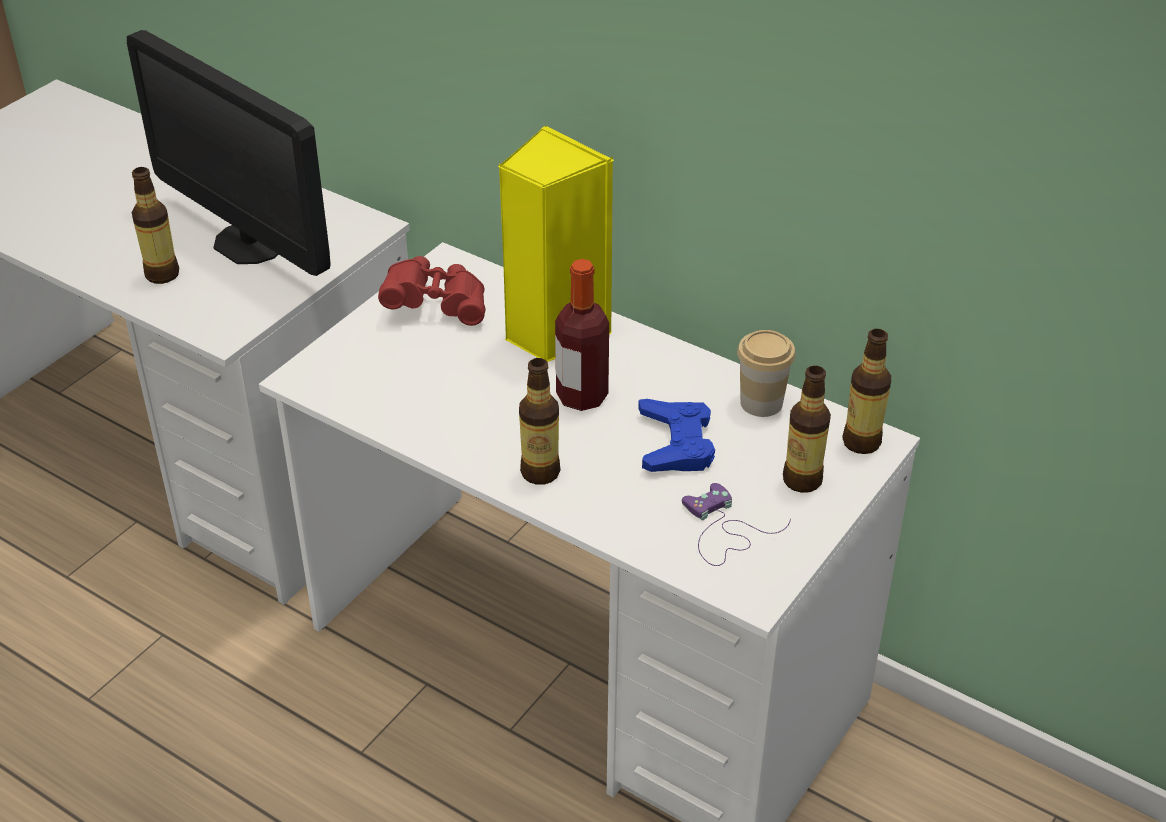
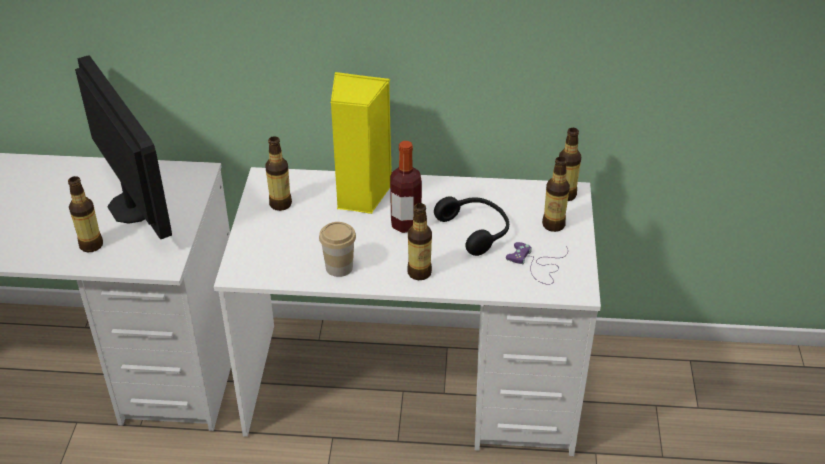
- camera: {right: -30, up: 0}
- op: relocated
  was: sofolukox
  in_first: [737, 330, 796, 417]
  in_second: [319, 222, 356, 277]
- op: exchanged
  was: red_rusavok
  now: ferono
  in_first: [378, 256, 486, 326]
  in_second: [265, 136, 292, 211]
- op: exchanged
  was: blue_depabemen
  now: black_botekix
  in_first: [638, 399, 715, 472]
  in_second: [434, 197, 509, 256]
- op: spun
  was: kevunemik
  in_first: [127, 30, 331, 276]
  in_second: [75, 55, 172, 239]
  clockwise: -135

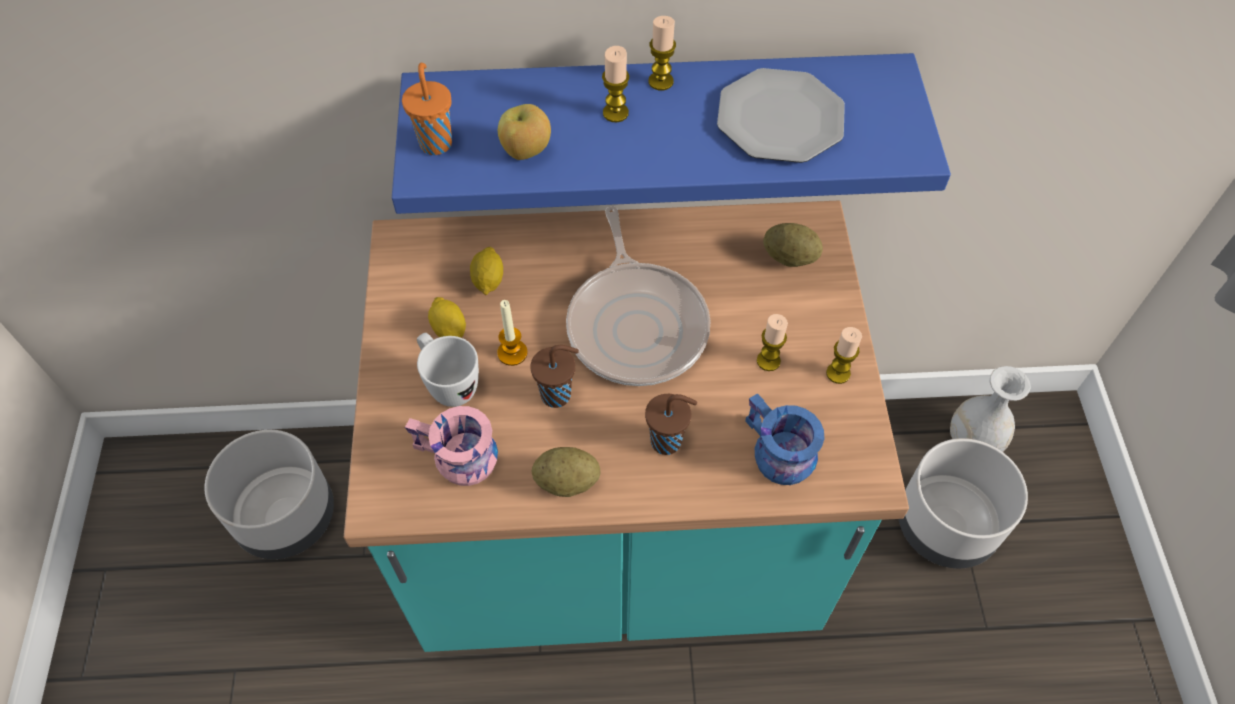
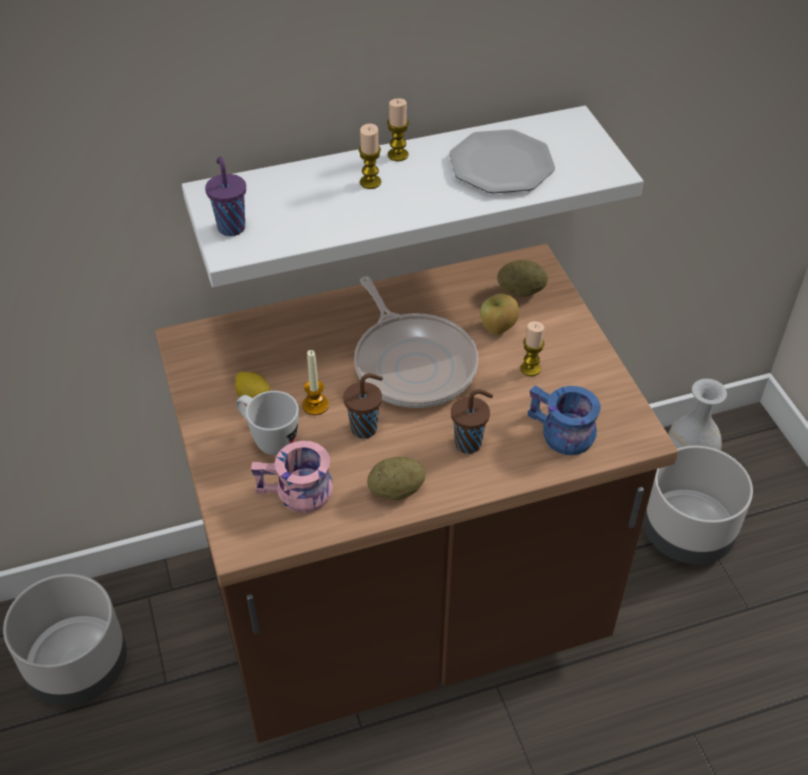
- camera: {right: -15, up: -10}
- op: missing
  was: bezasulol
  in_first: [470, 246, 503, 295]
- op: missing
  was: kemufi
  in_first: [826, 327, 862, 384]
- op: relocated
  was: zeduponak
  in_first: [498, 104, 551, 160]
  in_second: [480, 294, 519, 335]
- op: colour
  was: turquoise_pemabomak
  now: brown_pemabomak
  in_first: [344, 200, 909, 652]
  in_second: [155, 244, 678, 743]
- op: colour
  was: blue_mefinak
  now: white_mefinak
  in_first: [392, 53, 951, 214]
  in_second: [182, 106, 644, 287]
- op: colour
  was: orange_sofolukox
  now: purple_sofolukox
  in_first: [402, 63, 452, 155]
  in_second: [205, 157, 246, 236]

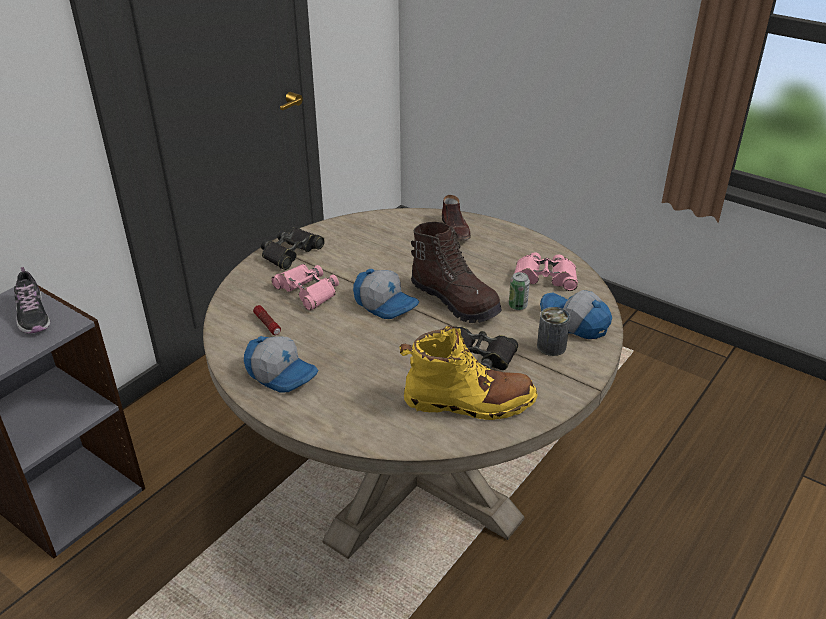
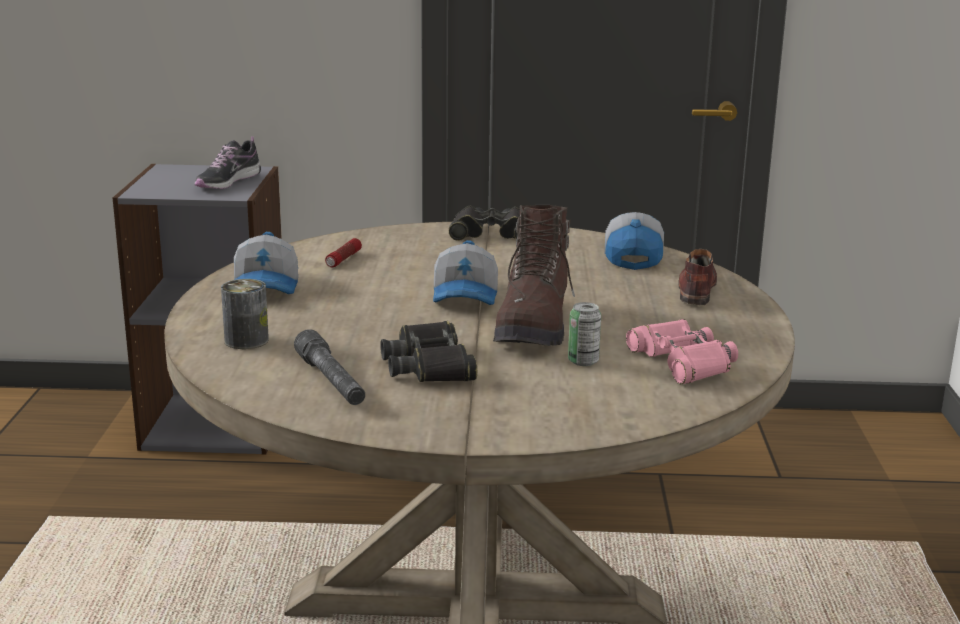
- camera: {right: 55, up: -15}
- op: missing
  was: pink_rusavok
  in_first: [271, 264, 339, 311]
- op: relocated
  was: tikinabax
  in_first: [537, 307, 570, 356]
  in_second: [221, 279, 269, 349]
- op: relocated
  was: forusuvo
  in_first: [540, 290, 612, 339]
  in_second: [605, 212, 664, 270]
- op: exchanged
  was: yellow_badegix
  now: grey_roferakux
  in_first: [399, 326, 538, 420]
  in_second: [294, 329, 365, 405]
- op: spun
  was: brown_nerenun
  in_first: [442, 195, 471, 241]
  in_second: [678, 249, 717, 305]
  clockwise: 150

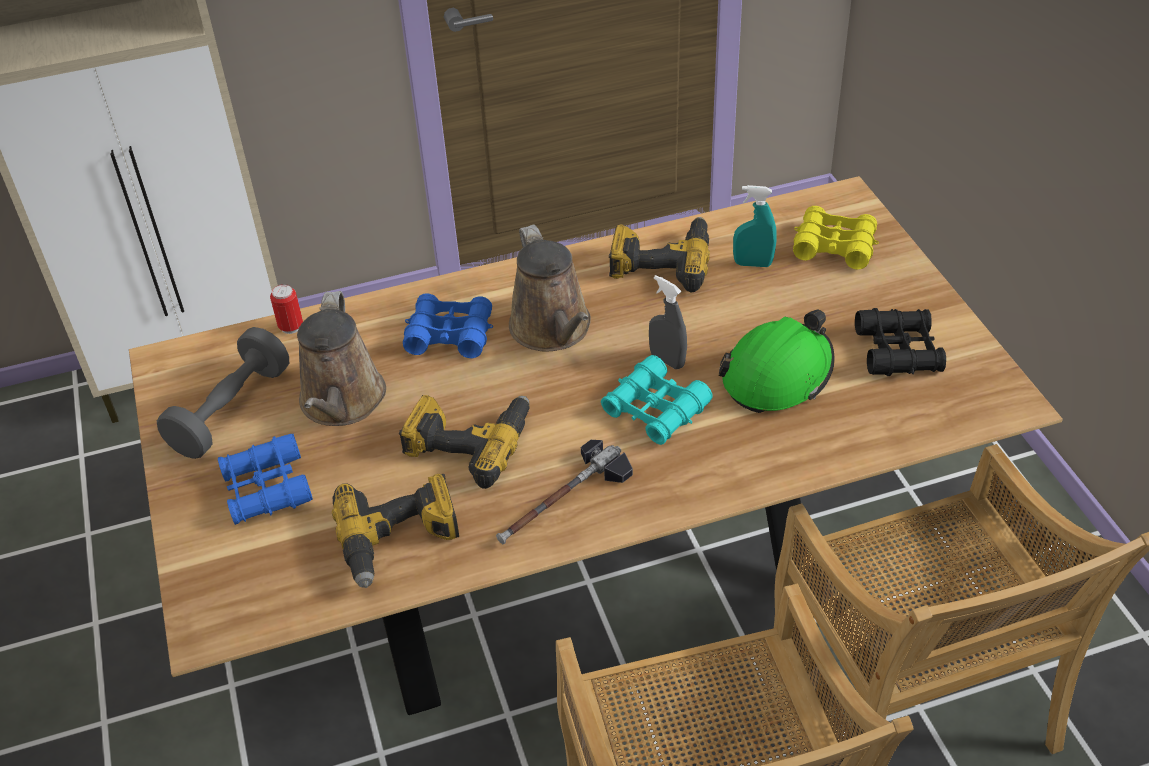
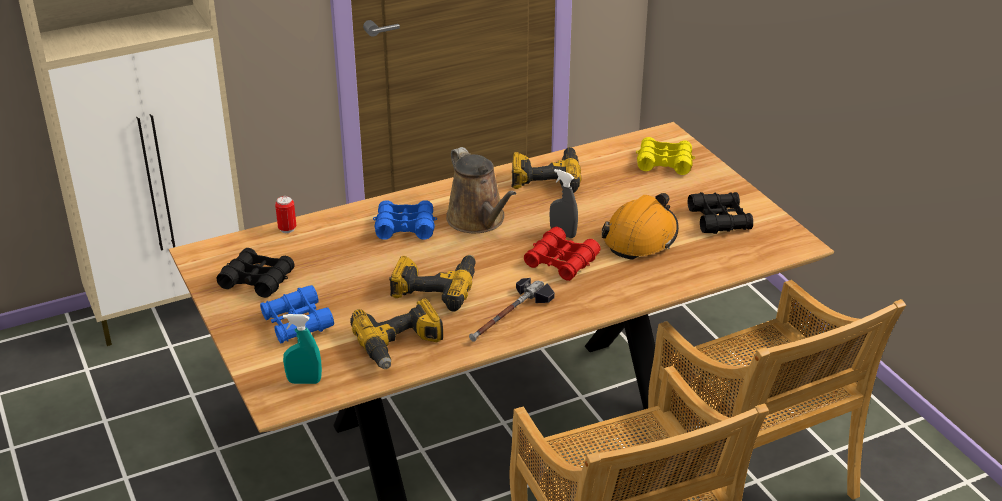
- camera: {right: -10, up: -10}
- op: missing
  was: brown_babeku
  in_first: [297, 291, 386, 426]
- op: relocated
  was: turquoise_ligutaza
  in_first: [733, 185, 777, 267]
  in_second: [283, 314, 322, 384]
- op: exchanged
  was: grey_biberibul
  now: black_rusavok
  in_first: [157, 327, 289, 459]
  in_second: [217, 248, 295, 298]
- op: colour
  was: turquoise_rusavok
  now: red_rusavok
  in_first: [601, 355, 713, 445]
  in_second: [524, 227, 600, 281]
- op: colour
  was: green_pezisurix
  now: orange_pezisurix
  in_first: [719, 309, 835, 413]
  in_second: [602, 193, 679, 260]

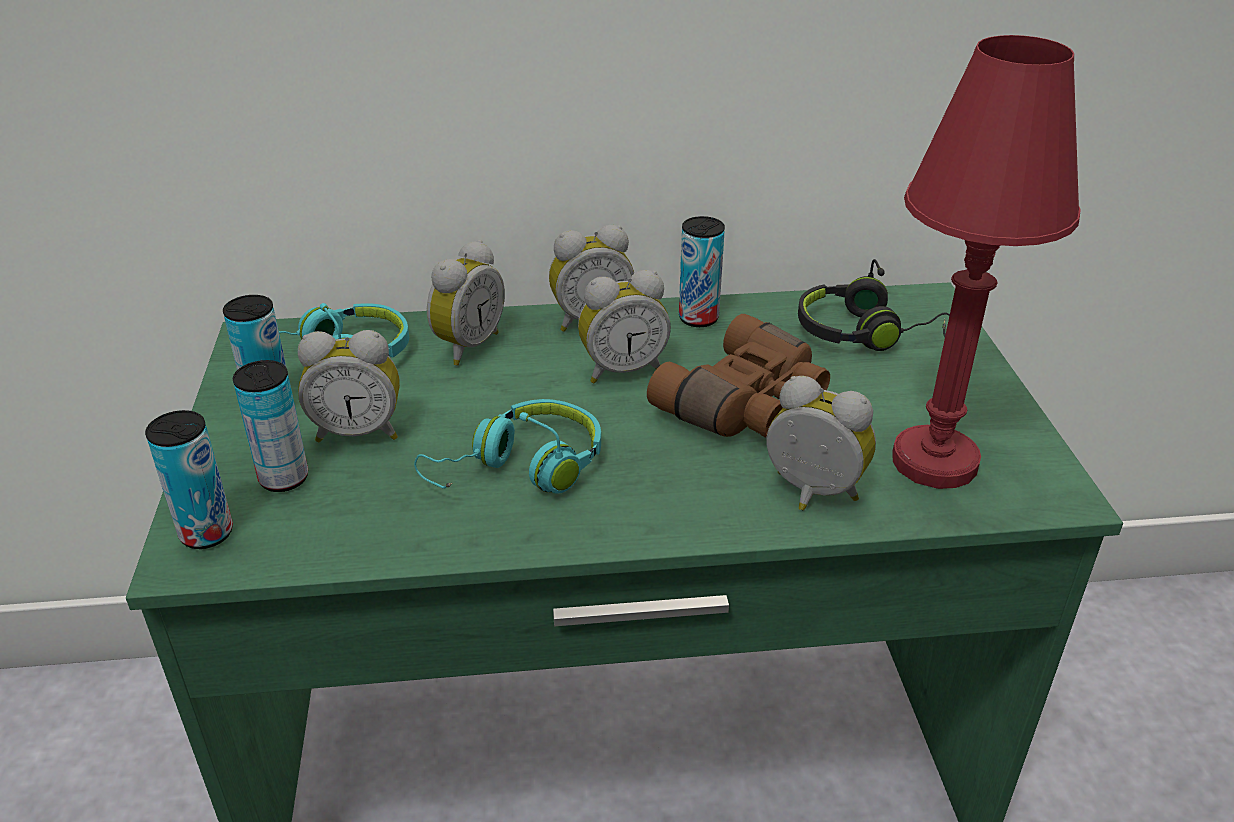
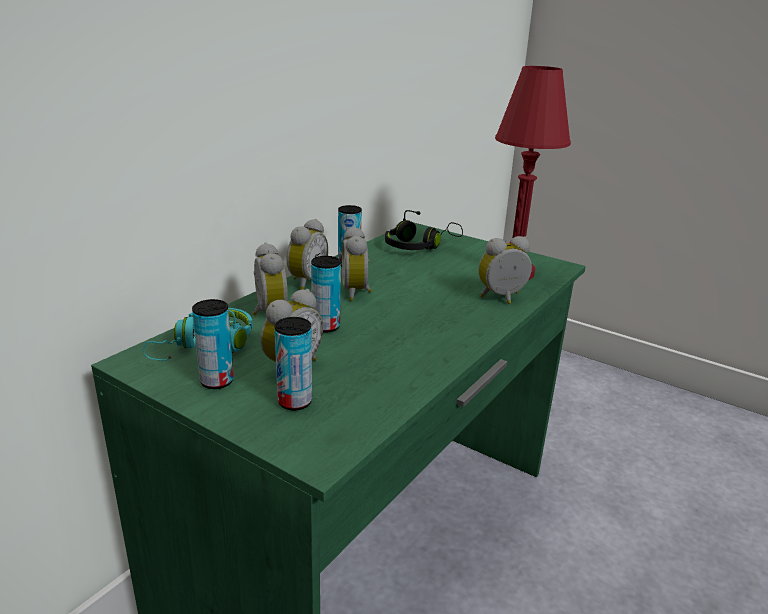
- camera: {right: -50, up: -10}
- op: missing
  was: turquoise_botekix
  in_first: [414, 399, 601, 494]
- op: missing
  was: brown_rusavok
  in_first: [647, 314, 830, 437]
- op: relocated
  was: tikinabax
  in_first: [145, 410, 233, 549]
  in_second: [311, 256, 341, 332]
- op: spun
  was: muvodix
  in_first: [578, 270, 671, 383]
  in_second: [342, 227, 372, 301]
  clockwise: 150

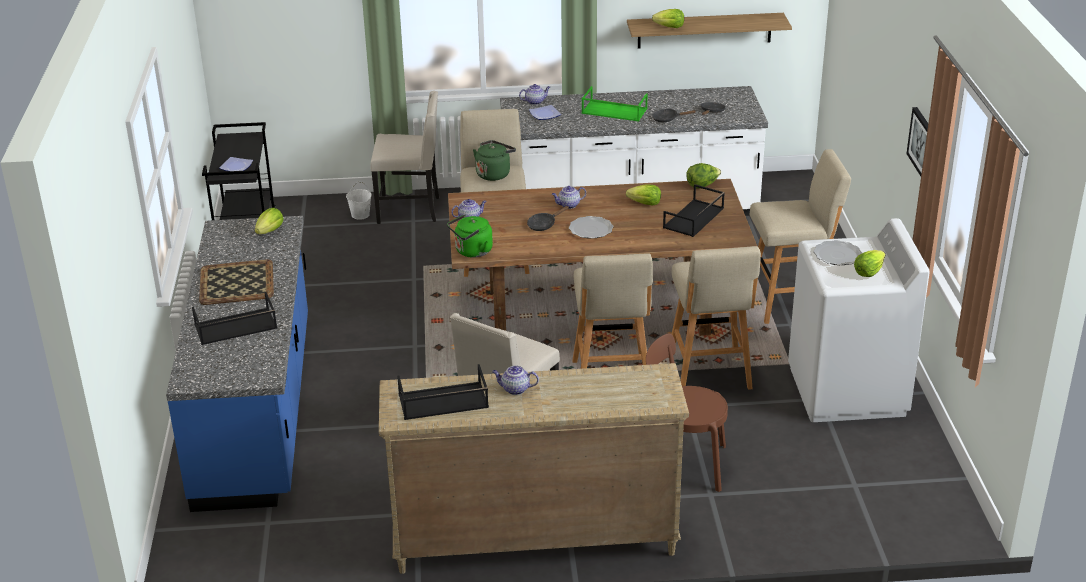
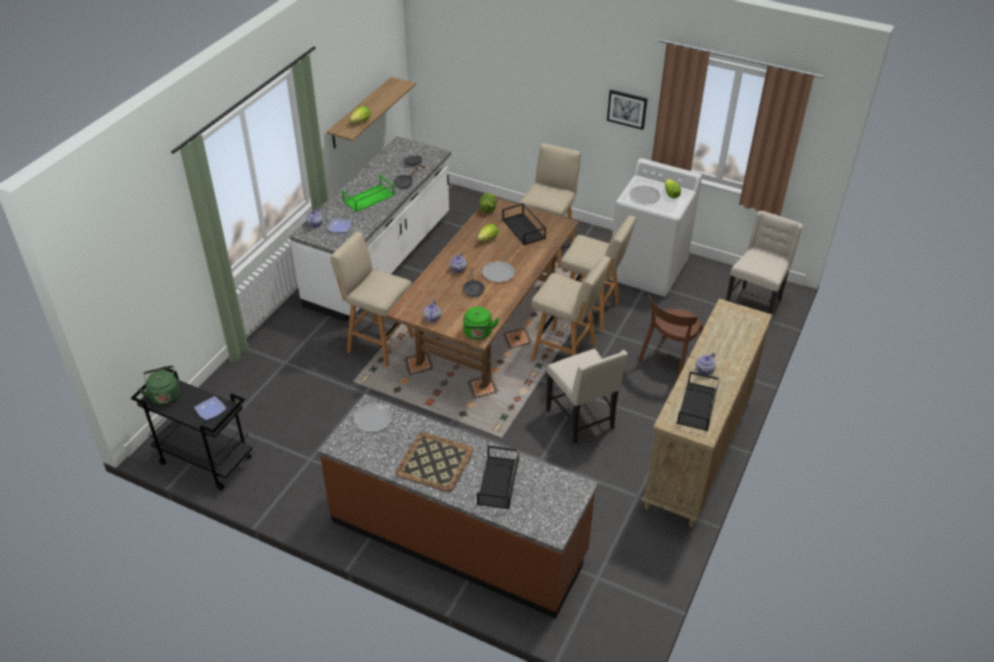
- camera: {right: -60, up: 10}
- op: missing
  was: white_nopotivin
  in_first: [346, 182, 371, 220]
- op: relocated
  was: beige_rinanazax
  in_first: [370, 91, 439, 224]
  in_second: [726, 211, 803, 314]
- op: relocated
  was: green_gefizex
  in_first: [473, 140, 516, 181]
  in_second: [138, 366, 180, 406]
- op: exchanged
  was: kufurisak
  now: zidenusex
  in_first: [255, 208, 283, 234]
  in_second: [353, 403, 392, 432]
- op: colour
  was: blue_pemabomak
  now: brown_pemabomak
  in_first: [166, 216, 308, 512]
  in_second: [319, 394, 599, 619]

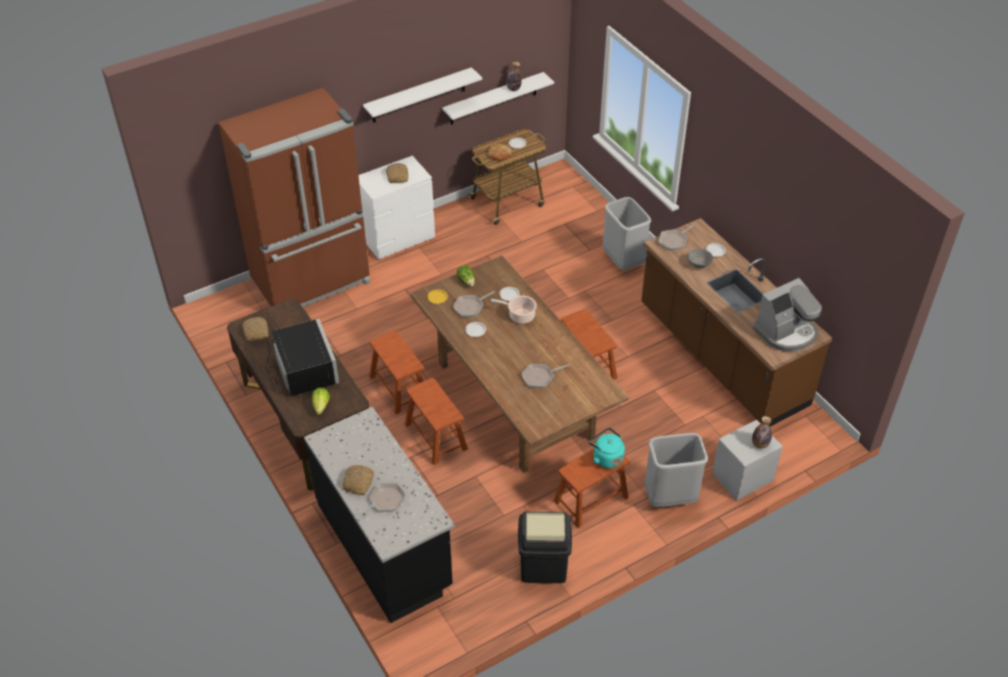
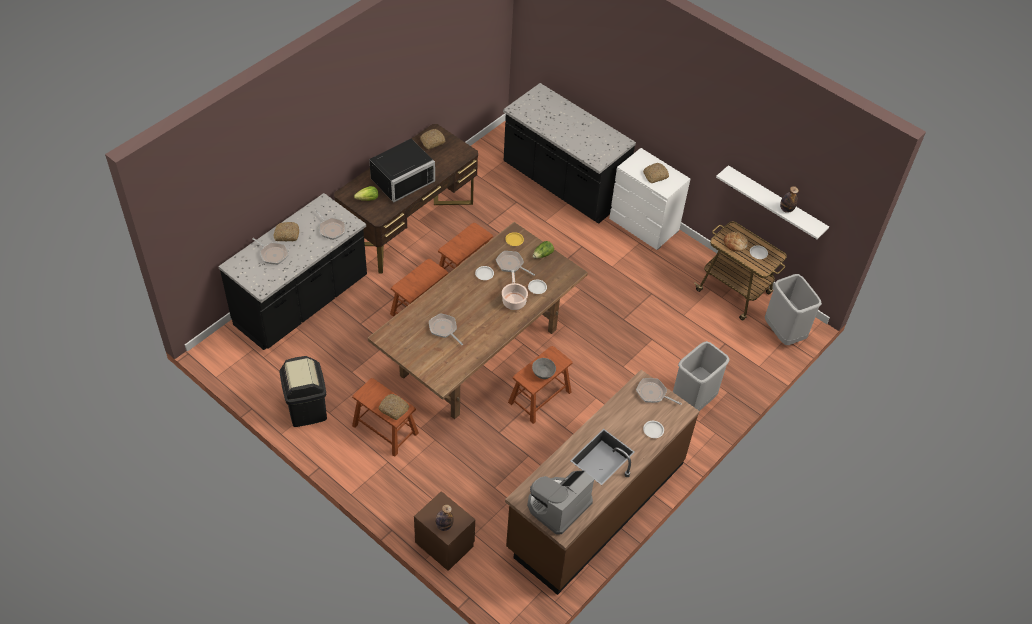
- camera: {right: 70, up: 5}
- op: missing
  was: white_mefinak
  in_first: [363, 67, 482, 123]
- op: appeared
  now: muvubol
  in_second: [316, 210, 346, 240]
- op: relocated
  was: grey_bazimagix
  in_first: [644, 433, 708, 507]
  in_second: [765, 274, 822, 345]
- op: relocated
  was: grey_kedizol
  in_first: [687, 249, 713, 268]
  in_second: [532, 358, 556, 379]
- op: exchanged
  was: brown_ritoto
  now: black_pemabomak
  in_first: [218, 88, 370, 307]
  in_second: [503, 83, 636, 224]
- op: exchanged
  was: turquoise_gefizex
  now: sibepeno
  in_first: [589, 428, 625, 469]
  in_second: [378, 394, 409, 420]
- op: colour
  was: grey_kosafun
  now: brown_kosafun
  in_first: [713, 420, 783, 501]
  in_second: [414, 491, 475, 571]
- op: spun
  was: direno
  in_first: [753, 278, 822, 351]
  in_second: [527, 470, 594, 534]
  clockwise: 90

